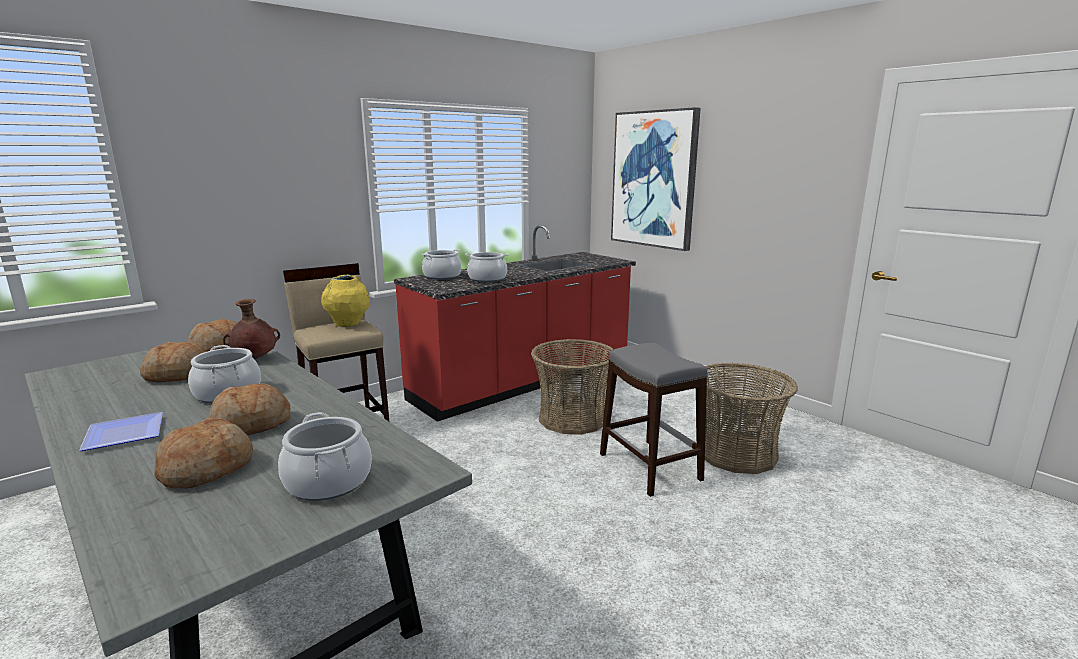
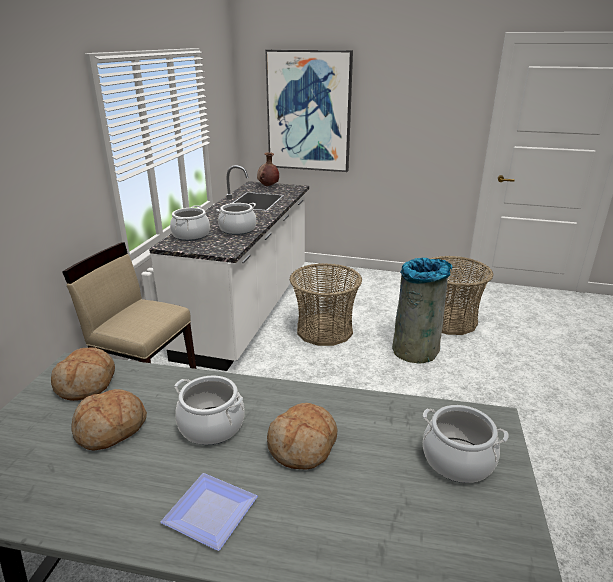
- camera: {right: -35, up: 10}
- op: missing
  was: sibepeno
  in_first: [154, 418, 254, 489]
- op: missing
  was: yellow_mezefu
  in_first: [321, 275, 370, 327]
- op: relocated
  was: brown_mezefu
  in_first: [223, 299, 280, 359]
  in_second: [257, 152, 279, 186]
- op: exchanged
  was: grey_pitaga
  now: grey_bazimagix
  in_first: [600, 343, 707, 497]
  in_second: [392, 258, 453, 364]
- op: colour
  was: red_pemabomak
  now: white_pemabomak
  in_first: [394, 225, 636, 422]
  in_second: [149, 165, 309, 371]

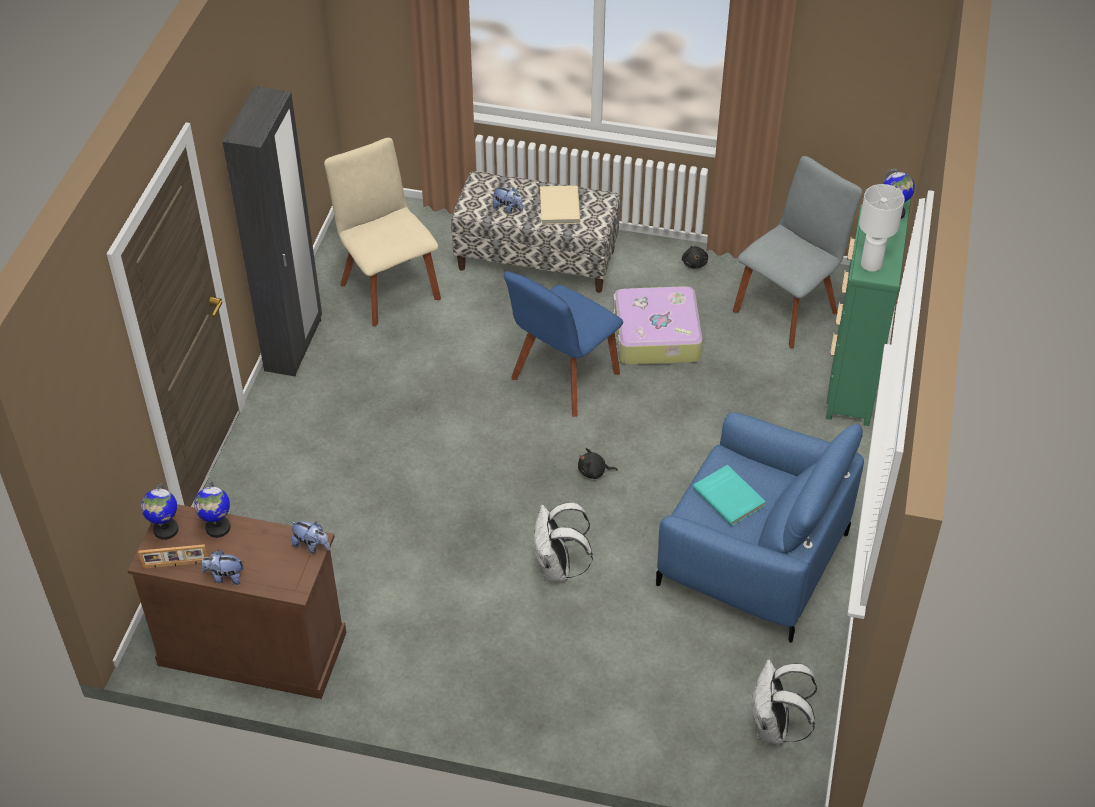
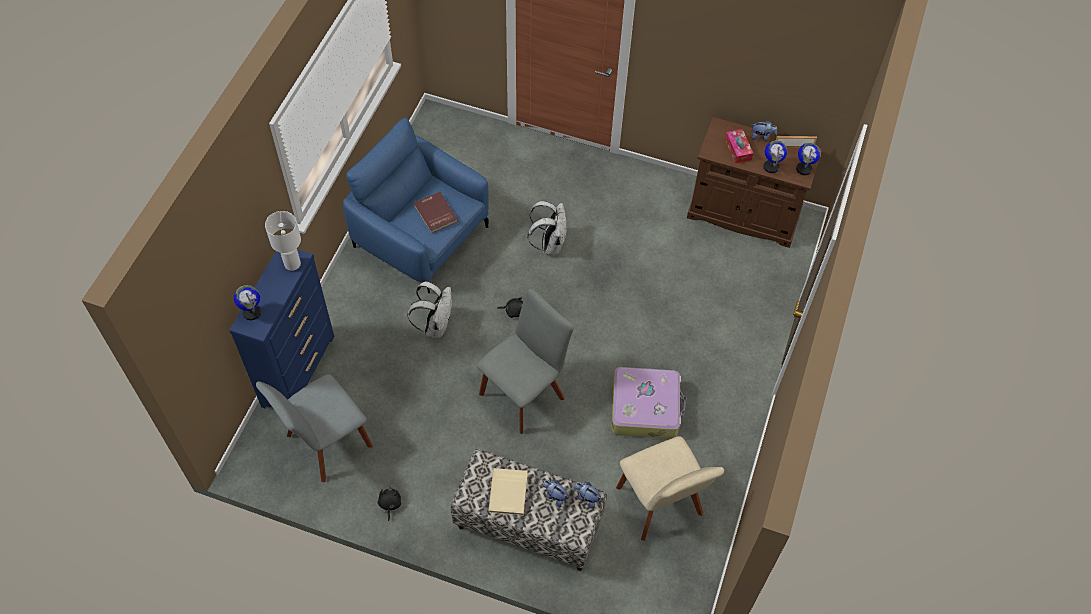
- camera: {right: -175, up: 10}
- op: missing
  was: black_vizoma
  in_first: [223, 86, 322, 377]
- op: appeared
  now: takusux
  in_second: [725, 129, 753, 164]
- op: relocated
  was: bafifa
  in_first: [290, 521, 330, 554]
  in_second: [574, 482, 601, 509]
- op: relocated
  was: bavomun
  in_first: [613, 286, 702, 365]
  in_second: [611, 367, 686, 439]
- op: relocated
  was: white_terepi
  in_first: [752, 659, 817, 744]
  in_second: [407, 281, 452, 338]
- op: colour
  was: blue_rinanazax
  now: grey_rinanazax
  in_first: [503, 271, 623, 417]
  in_second: [477, 289, 574, 434]
- op: colour
  was: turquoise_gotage
  now: red_gotage
  in_first: [693, 465, 766, 526]
  in_second: [414, 192, 458, 233]
- op: colour
  was: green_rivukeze
  now: blue_rivukeze
  in_first: [826, 189, 911, 426]
  in_second: [229, 249, 334, 408]

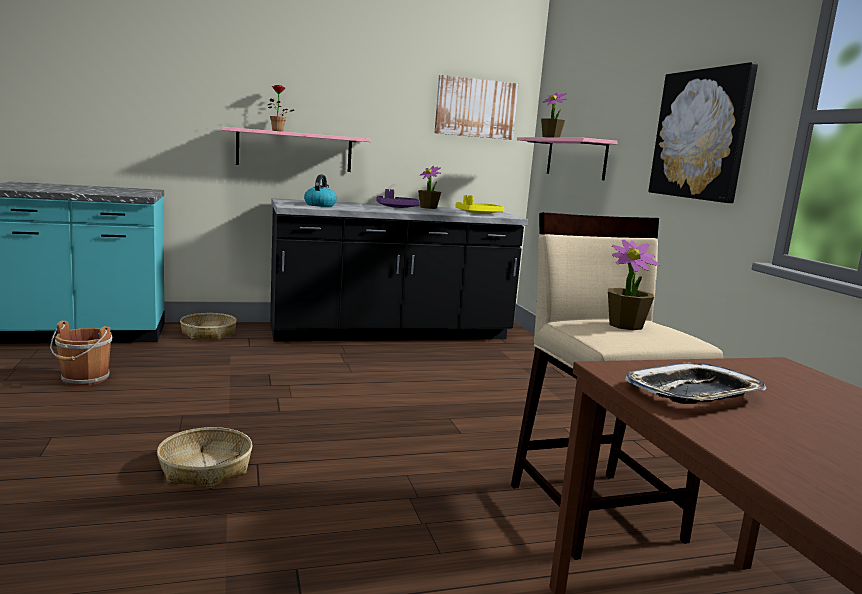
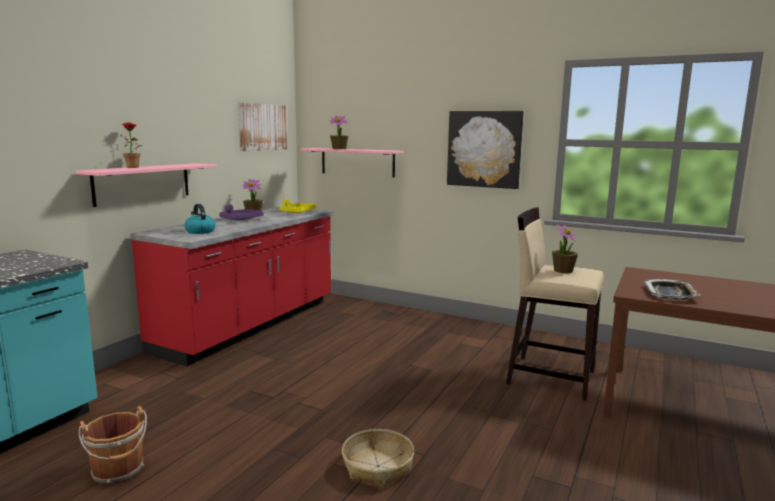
- camera: {right: -45, up: 0}
- op: missing
  was: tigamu
  in_first: [180, 313, 237, 340]
- op: colour
  was: black_pemabomak
  now: red_pemabomak
  in_first: [270, 198, 528, 342]
  in_second: [130, 206, 334, 366]

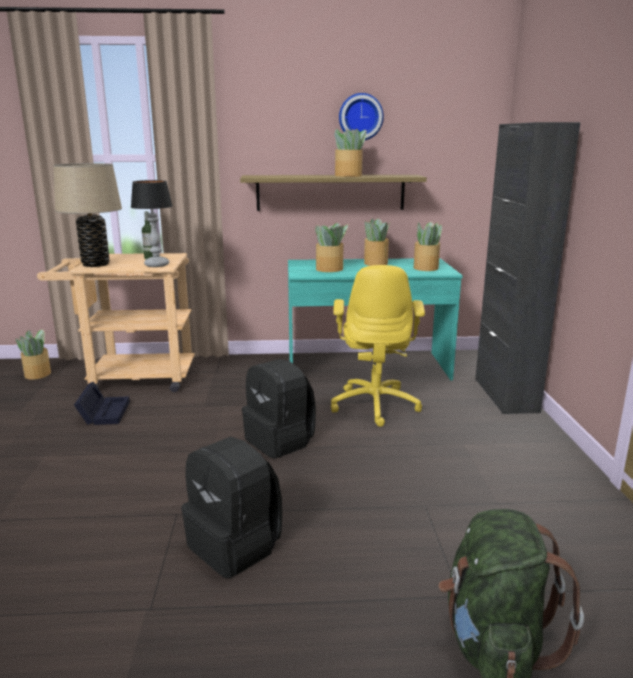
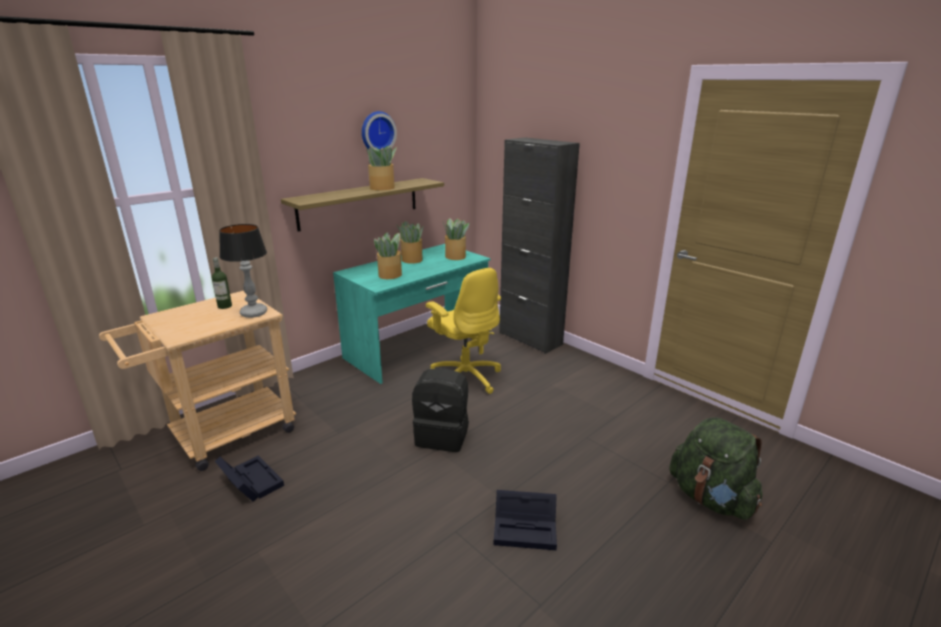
- camera: {right: -40, up: 5}
- op: missing
  was: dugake
  in_first: [15, 329, 51, 379]
- op: missing
  was: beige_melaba
  in_first: [54, 163, 122, 267]
- op: exchanged
  was: black_terepi
  now: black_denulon
  in_first: [181, 436, 282, 578]
  in_second: [494, 490, 557, 550]

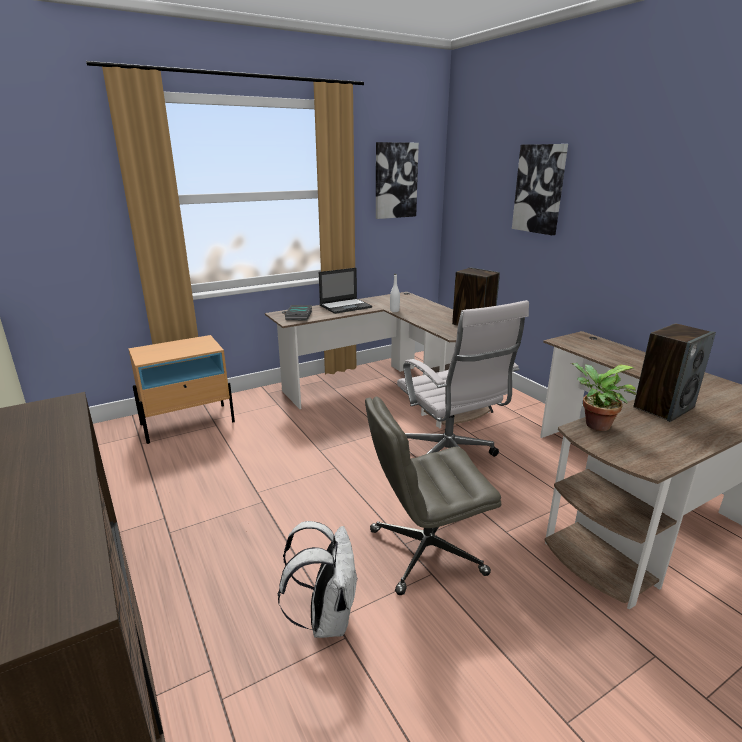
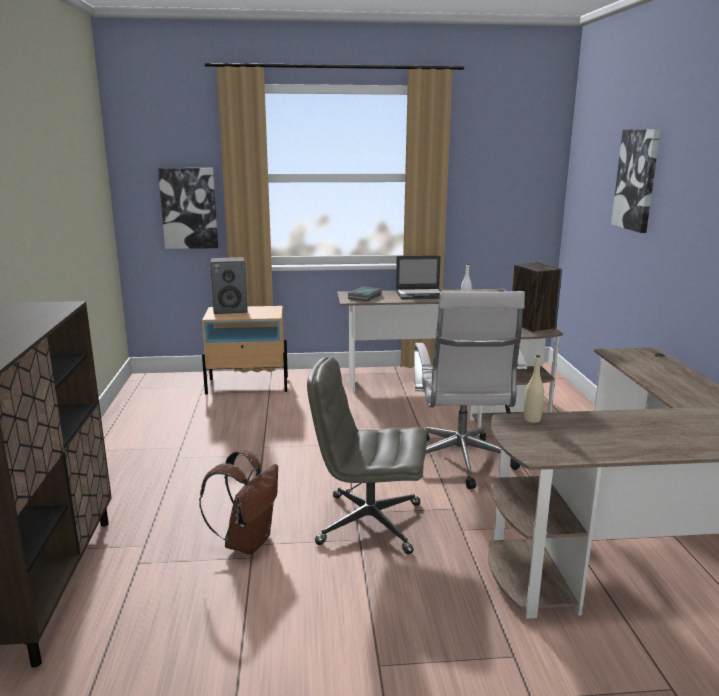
- camera: {right: 25, up: -5}
- op: relocated
  was: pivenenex
  in_first: [376, 142, 419, 219]
  in_second: [158, 168, 218, 249]
- op: relocated
  was: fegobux
  in_first: [633, 323, 716, 422]
  in_second: [210, 257, 248, 314]
- op: exchanged
  was: dugake
  now: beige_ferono
  in_first: [571, 363, 637, 431]
  in_second: [524, 355, 544, 423]
- op: colour
  was: white_terepi
  now: brown_terepi
  in_first: [278, 521, 357, 638]
  in_second: [199, 449, 278, 555]

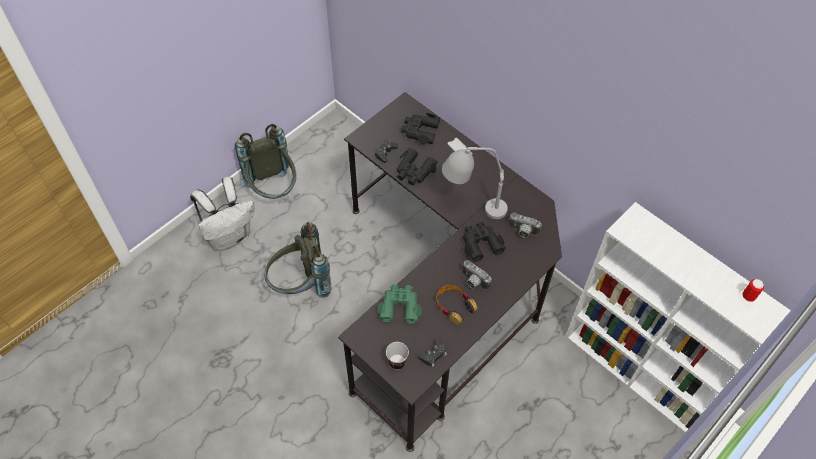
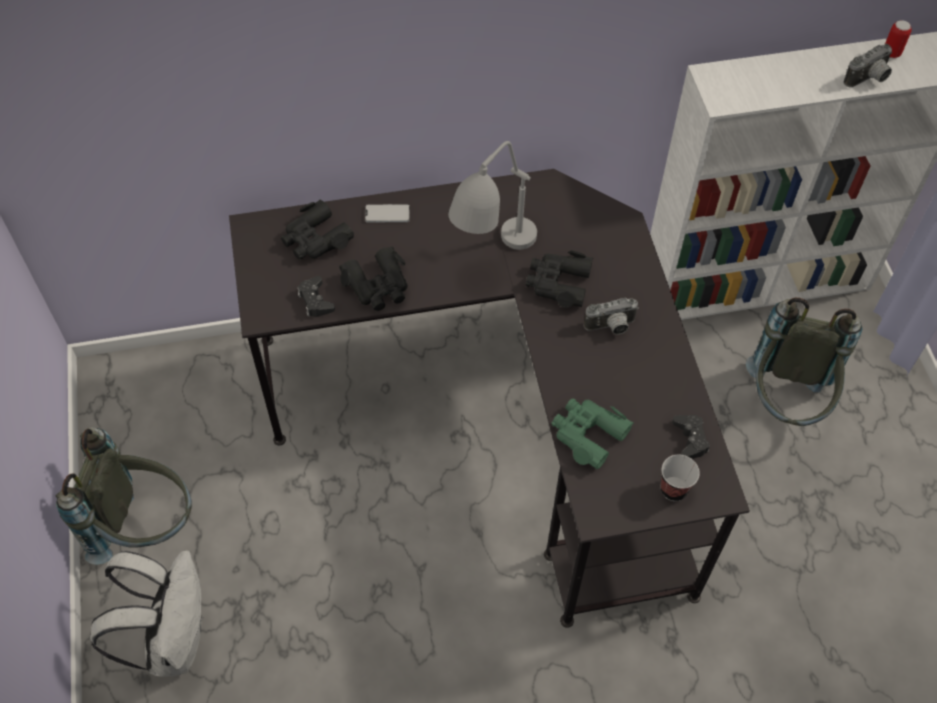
- camera: {right: -55, up: 0}
- op: missing
  was: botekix
  in_first: [436, 285, 478, 325]
- op: relocated
  was: grey_terepi
  in_first: [264, 222, 332, 298]
  in_second: [746, 298, 862, 426]
- op: relocated
  was: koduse
  in_first: [508, 212, 542, 237]
  in_second: [844, 43, 892, 87]

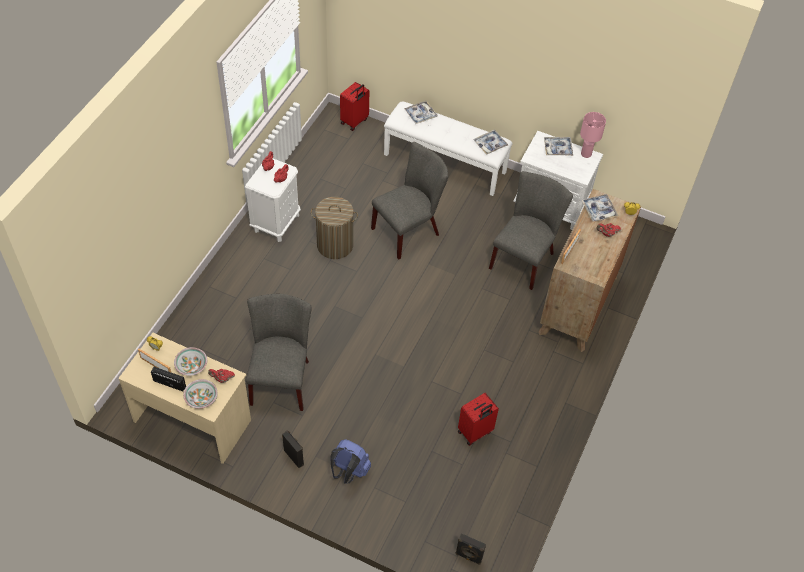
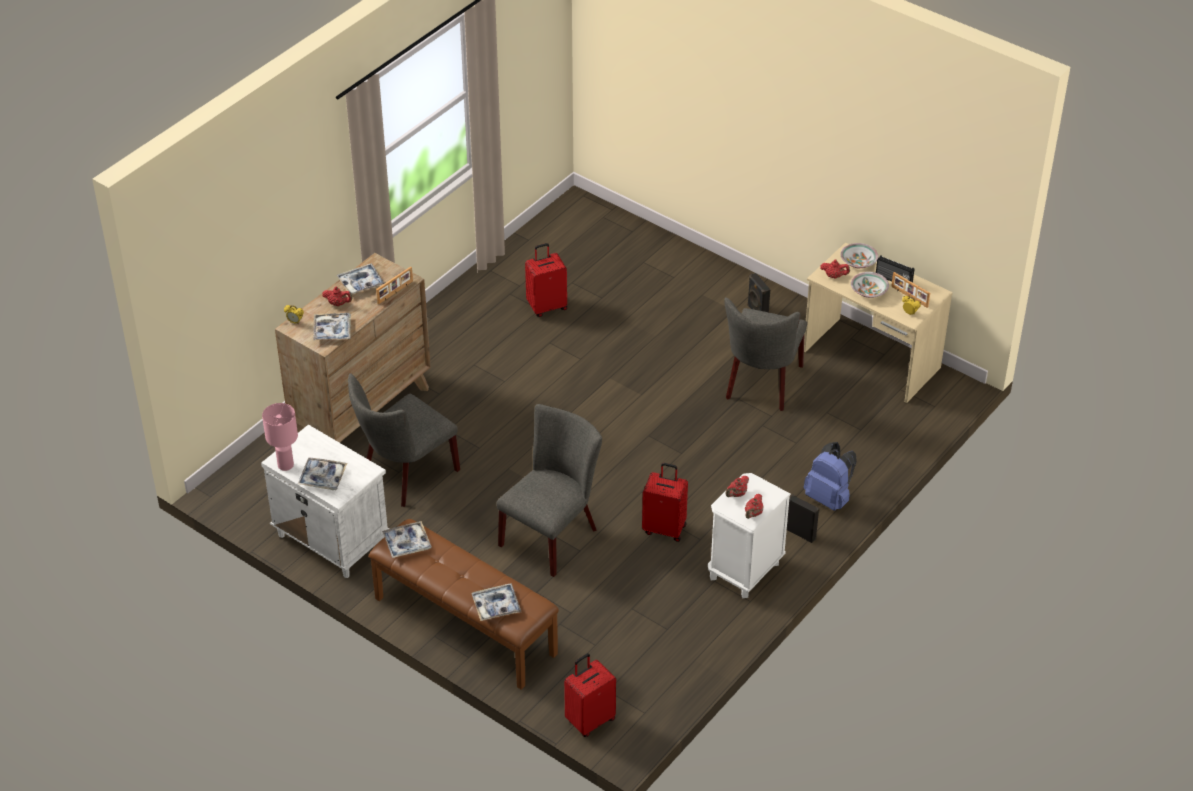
- camera: {right: -165, up: -10}
- op: appeared
  now: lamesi
  in_second: [337, 263, 385, 295]
- op: relocated
  was: blue_terepi
  in_first: [330, 439, 371, 483]
  in_second: [804, 442, 857, 511]
- op: relocated
  was: black_fegobux
  in_first: [456, 533, 486, 565]
  in_second: [787, 494, 820, 543]
- op: exchanged
  was: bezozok
  now: red_bavomun
  in_first: [311, 197, 358, 259]
  in_second: [642, 463, 688, 542]
- op: colour
  was: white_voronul
  now: brown_voronul
  in_first: [384, 101, 513, 196]
  in_second: [368, 519, 559, 690]
- op: spun
  was: grey_rinanazax
  in_first: [371, 142, 448, 260]
  in_second: [496, 404, 602, 577]
  clockwise: 150

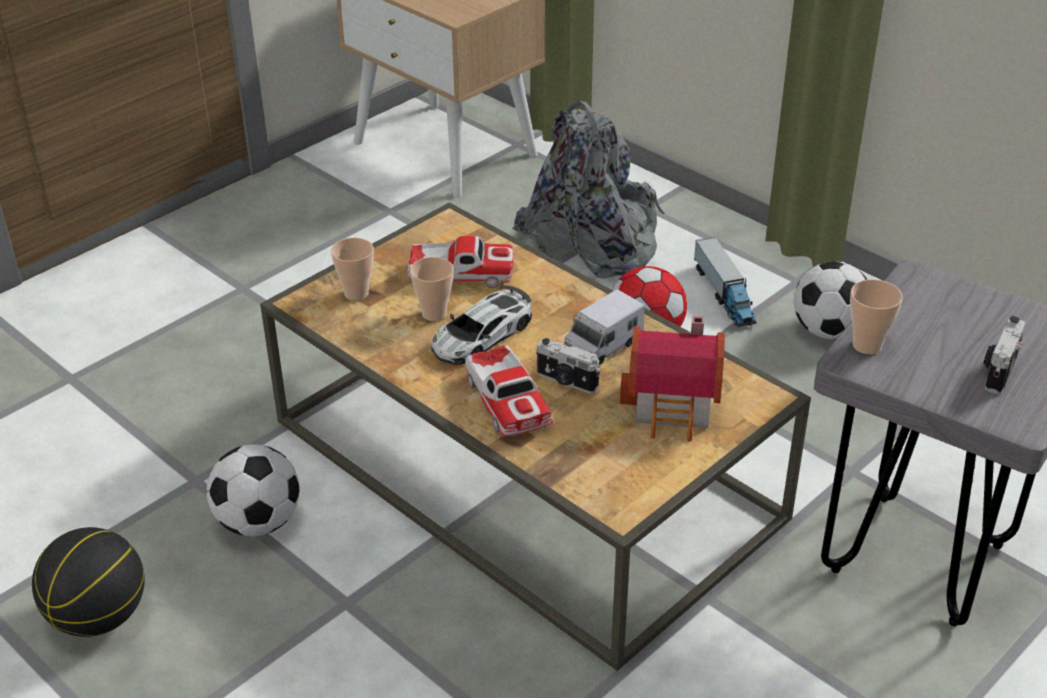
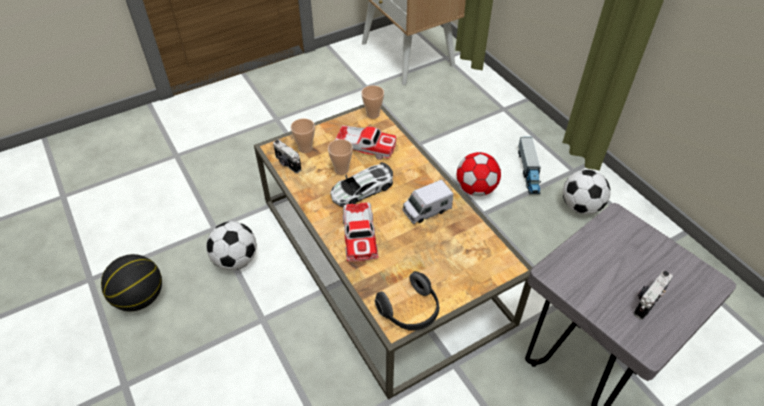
- camera: {right: 15, up: 10}
- op: missing
  was: grey_terepi
  in_first: [512, 101, 665, 278]
- op: missing
  was: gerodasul
  in_first: [620, 316, 725, 442]
- op: appeared
  now: botekix
  in_second: [375, 271, 439, 331]
- op: relocated
  was: koduse
  in_first: [536, 338, 600, 394]
  in_second: [273, 140, 301, 173]
- op: relocated
  was: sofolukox
  in_first: [850, 279, 903, 354]
  in_second: [362, 85, 384, 119]

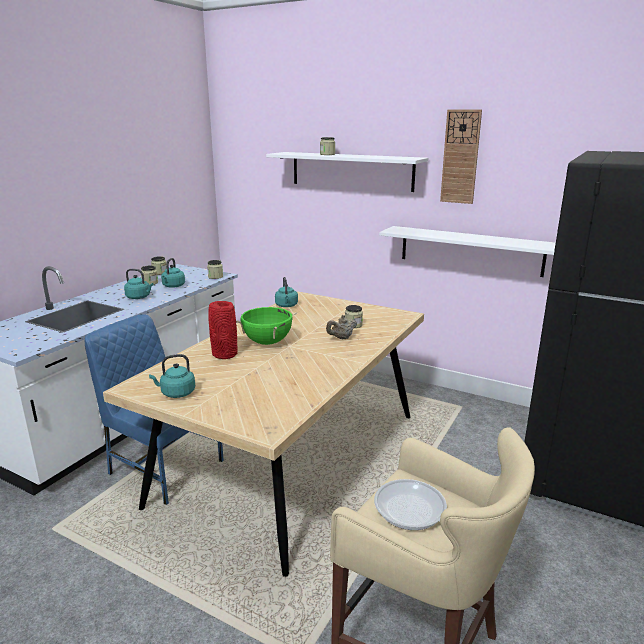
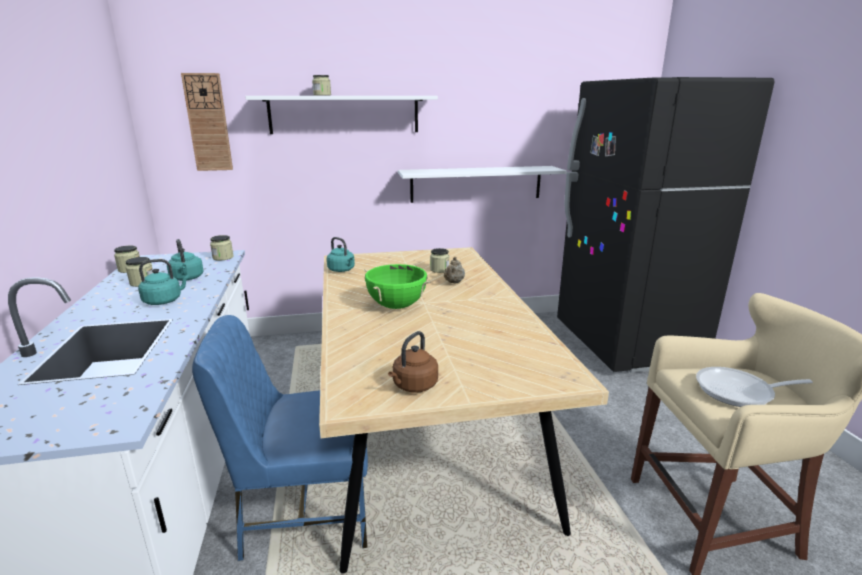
- camera: {right: -40, up: 0}
- op: missing
  was: red_mezefu
  in_first: [208, 301, 238, 359]
- op: relocated
  was: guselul
  in_first: [440, 109, 482, 204]
  in_second: [181, 73, 233, 171]
- op: colour
  was: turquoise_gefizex
  now: brown_gefizex
  in_first: [149, 354, 195, 398]
  in_second: [388, 331, 438, 393]

